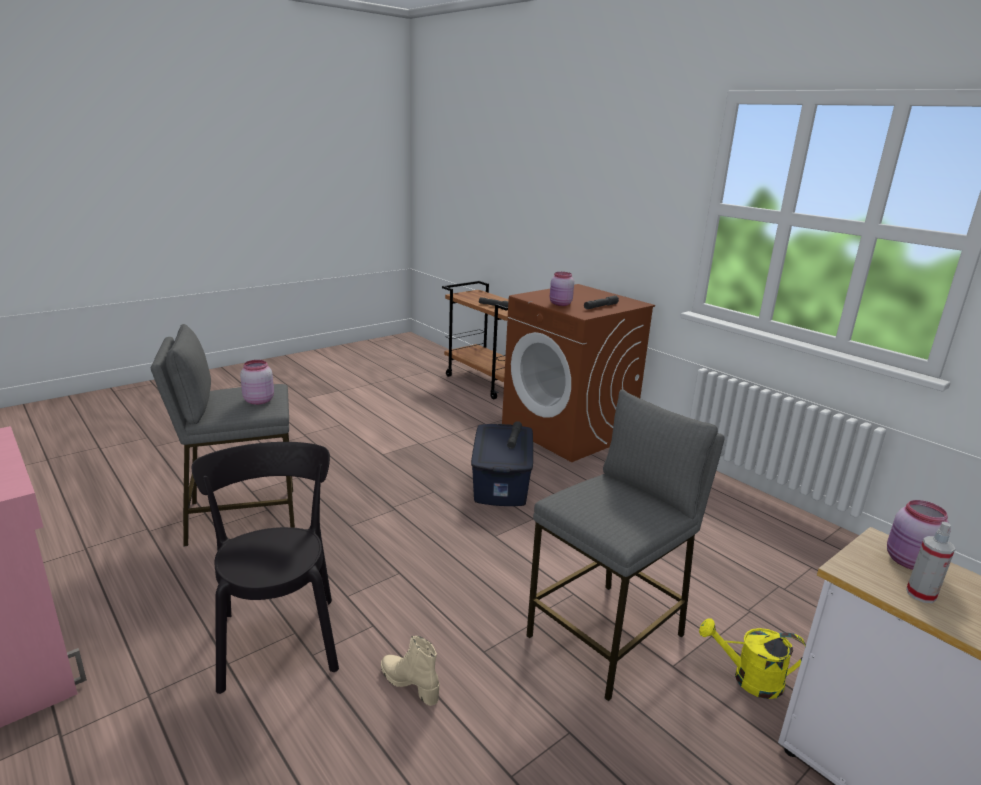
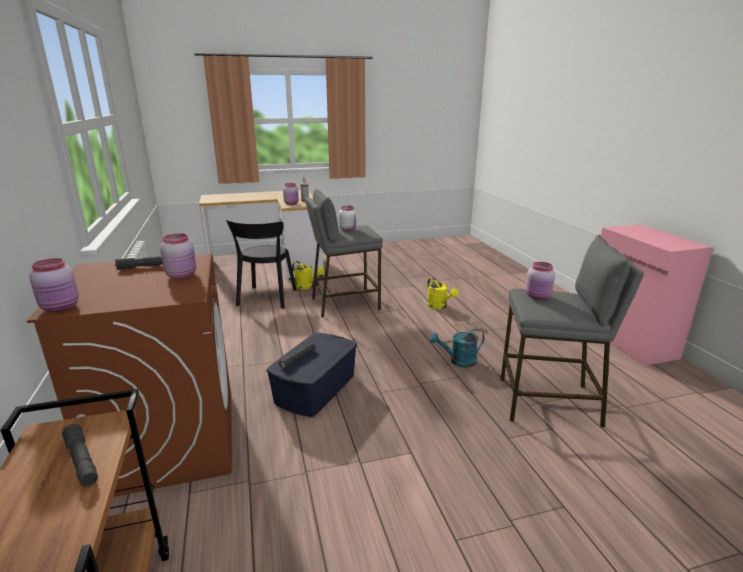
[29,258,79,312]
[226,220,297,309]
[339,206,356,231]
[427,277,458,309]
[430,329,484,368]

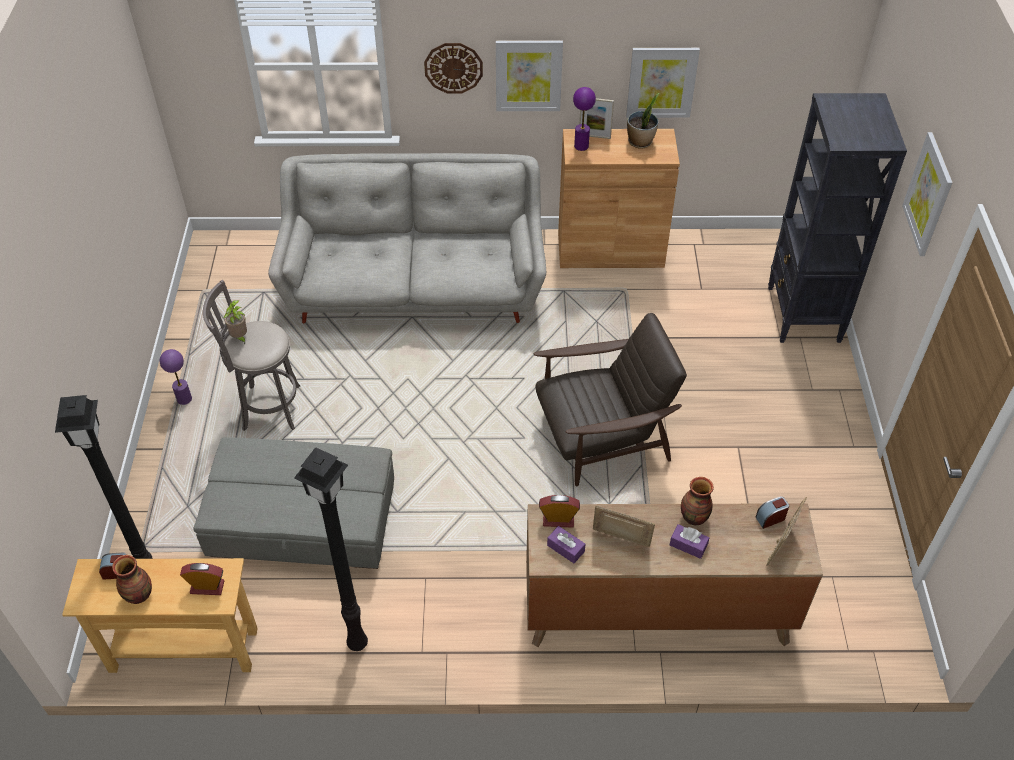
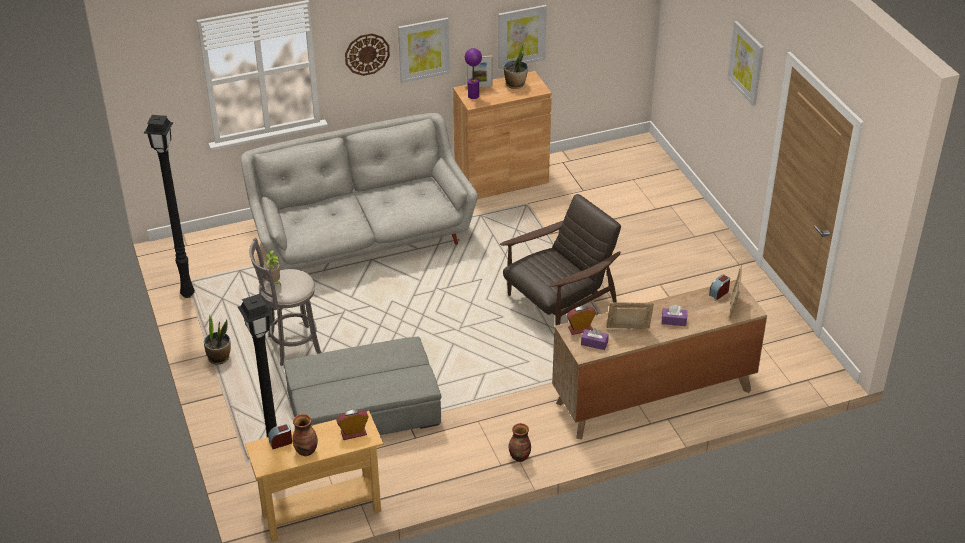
[144,115,195,298]
[204,314,231,365]
[509,423,531,462]
[768,93,907,343] (first image)

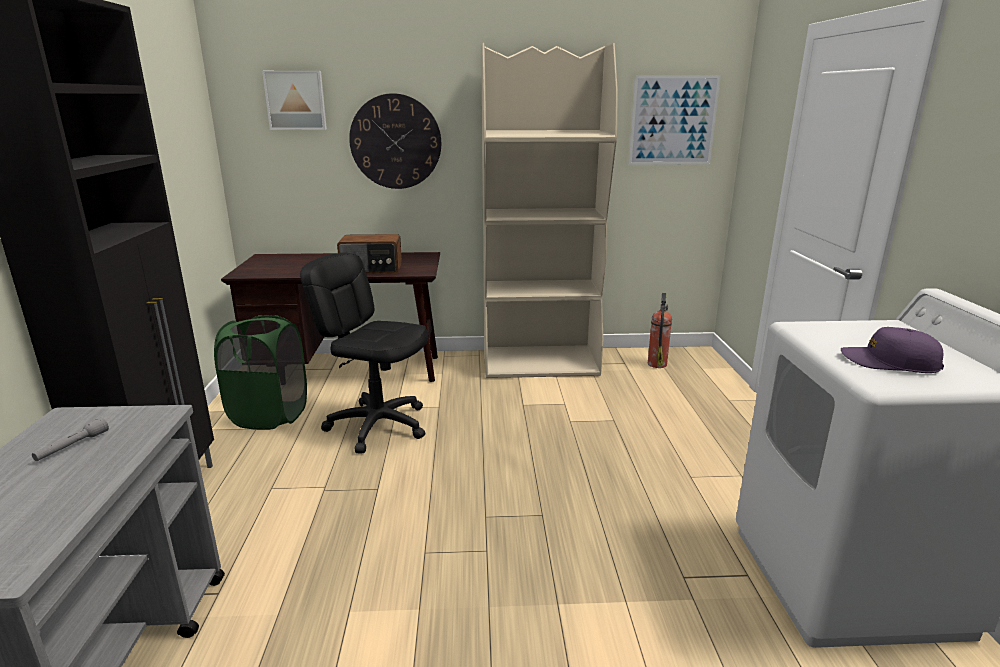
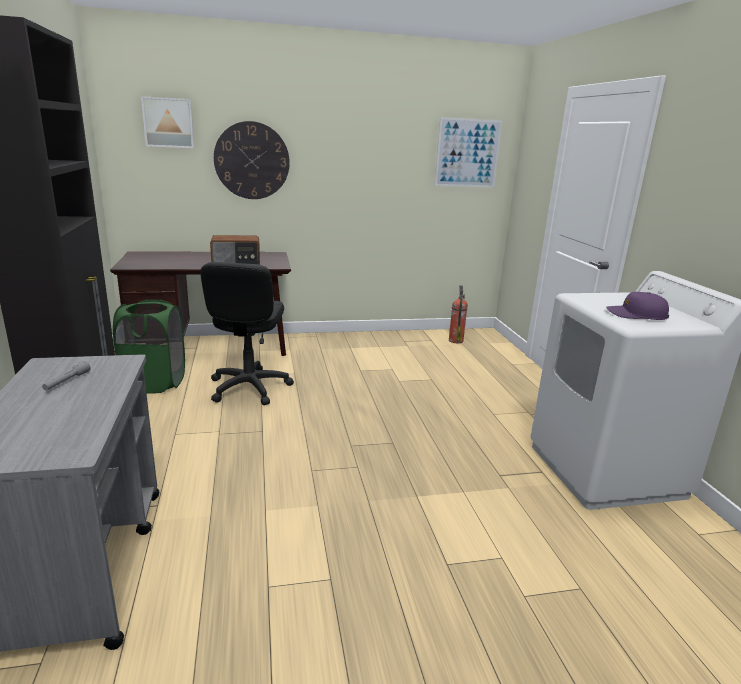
[200,262,294,405]
[481,43,618,378] (first image)

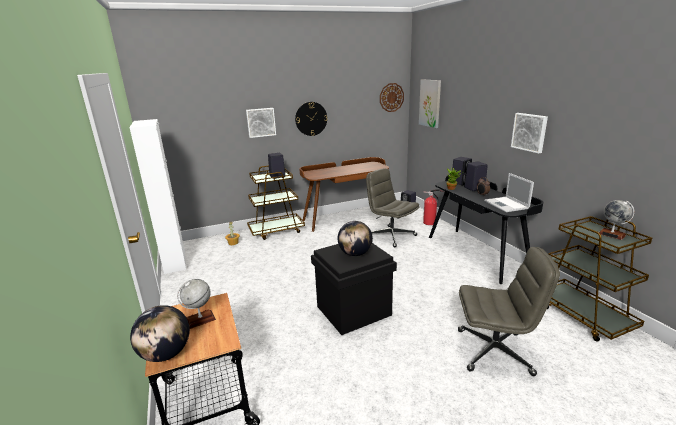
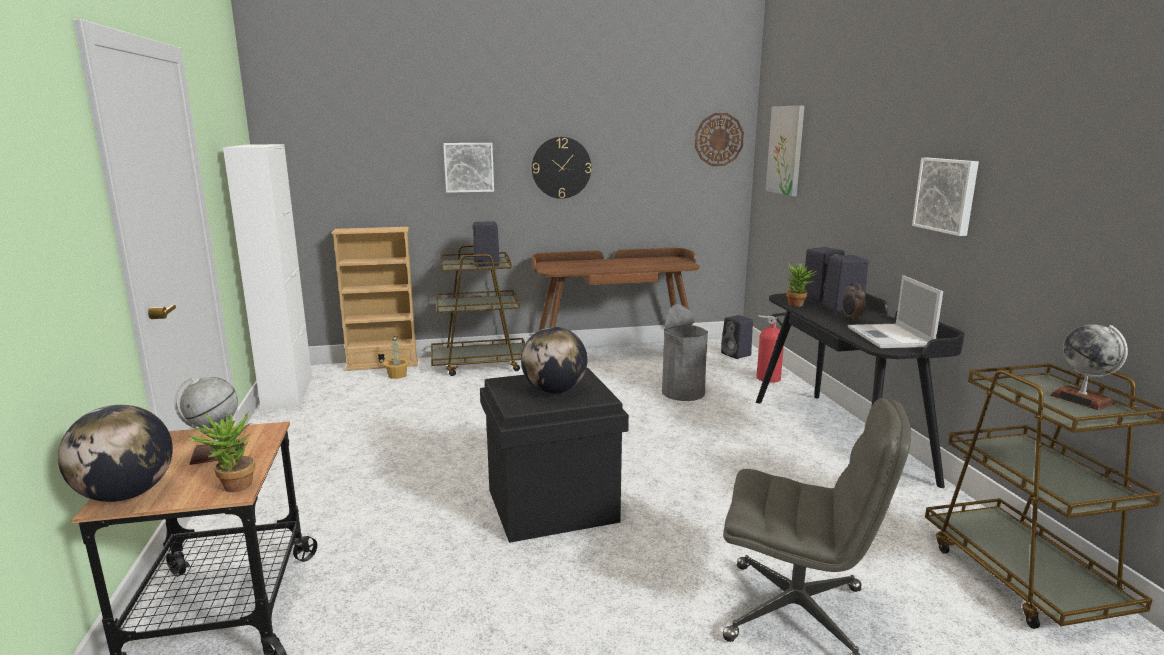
[189,411,255,492]
[331,227,418,371]
[662,304,708,401]

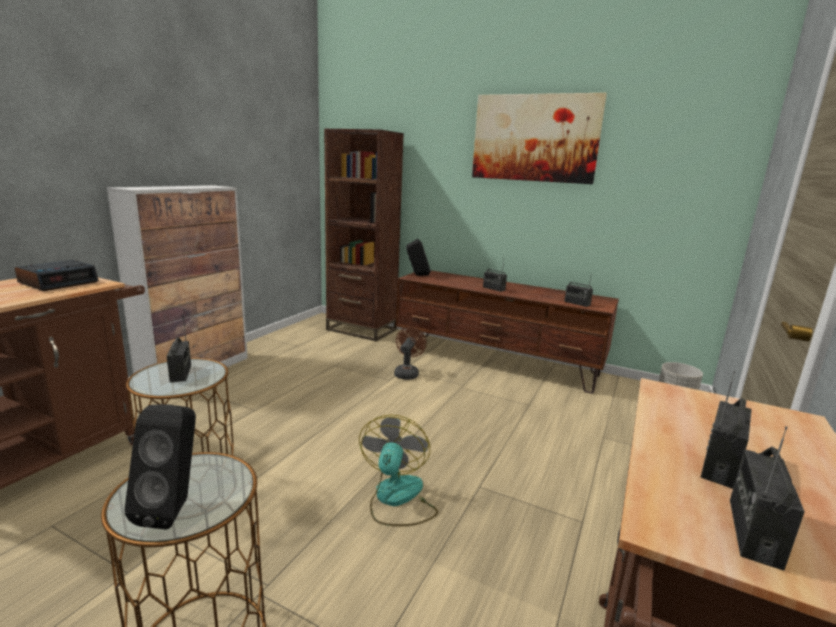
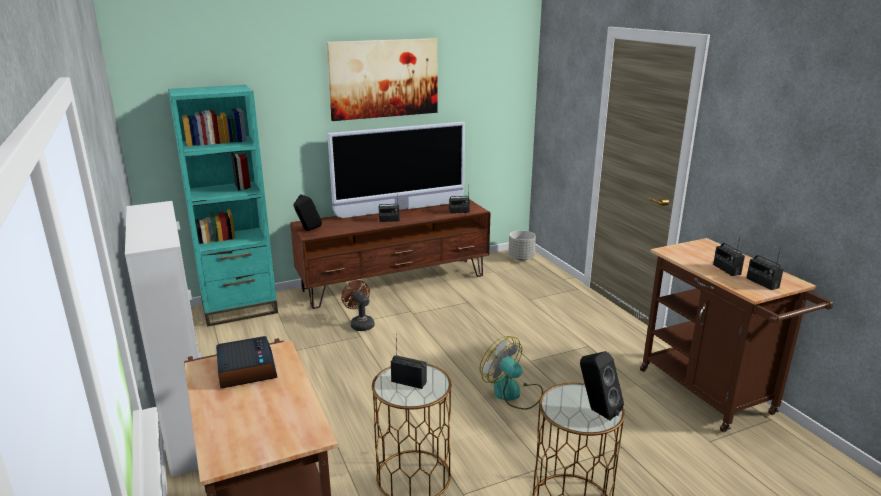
[168,85,278,327]
[327,122,465,218]

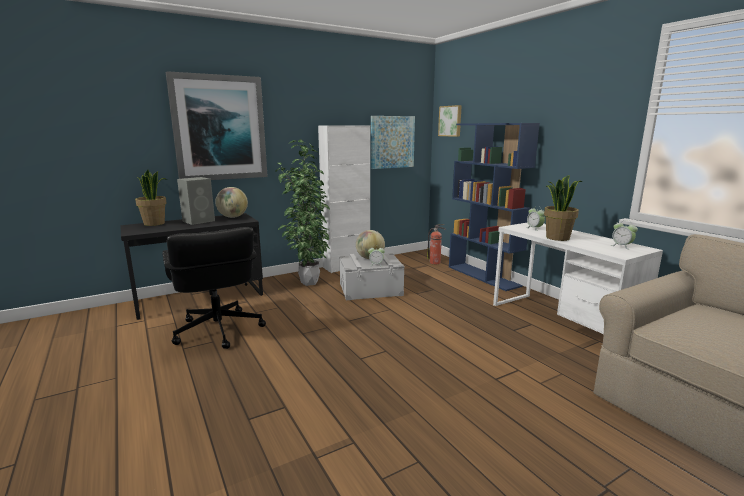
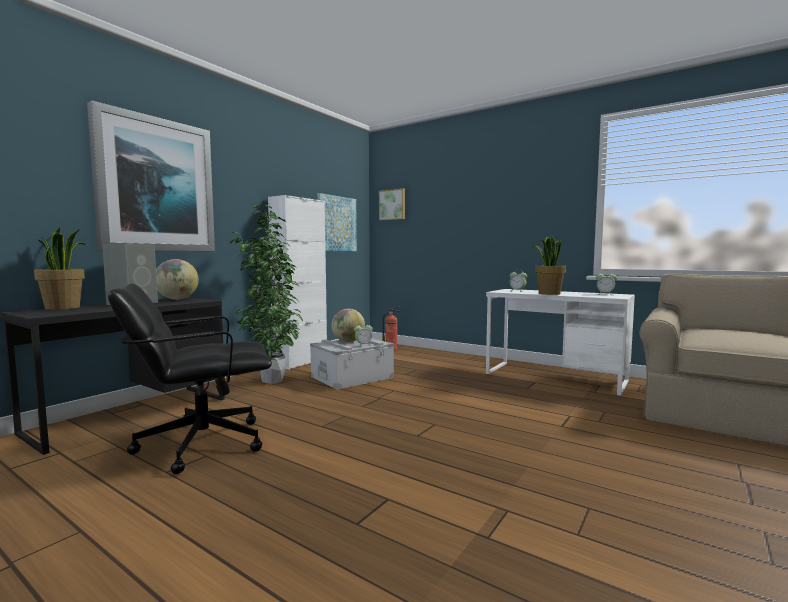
[108,283,272,474]
[449,123,540,291] (first image)

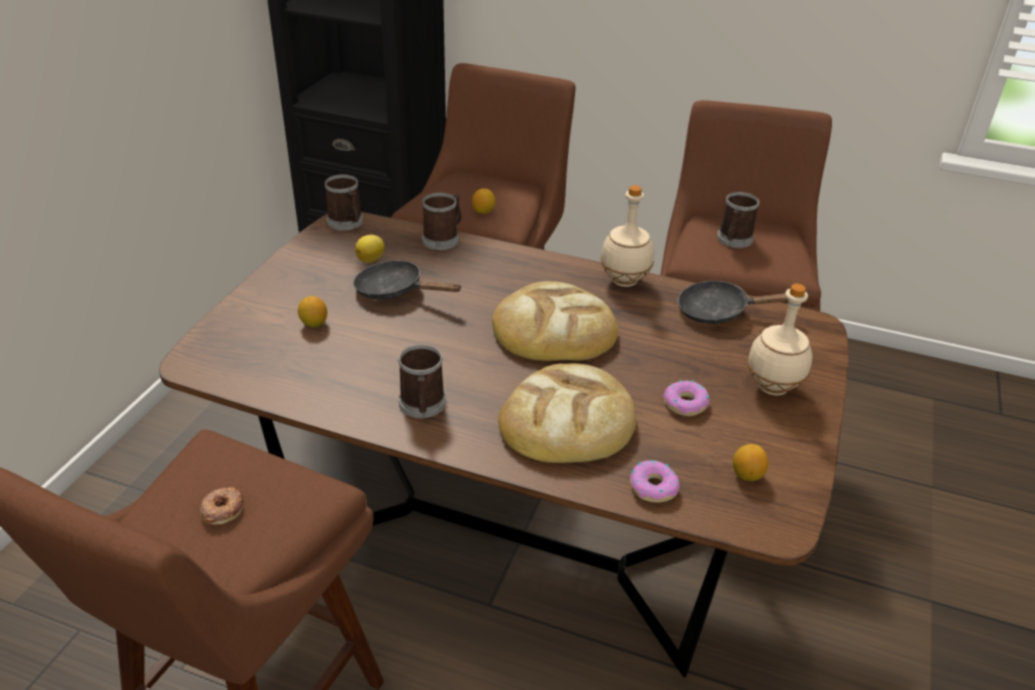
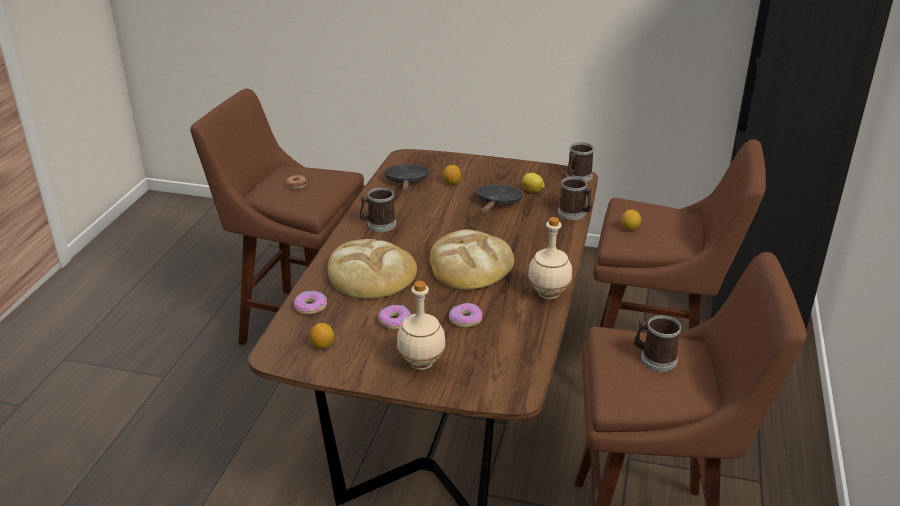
[383,164,430,192]
[449,303,483,327]

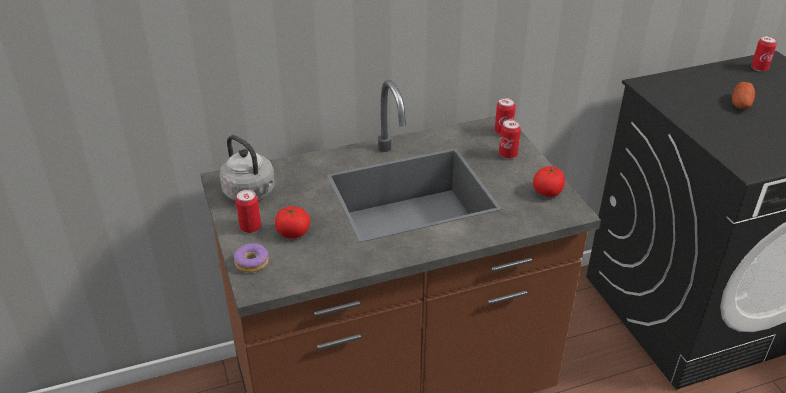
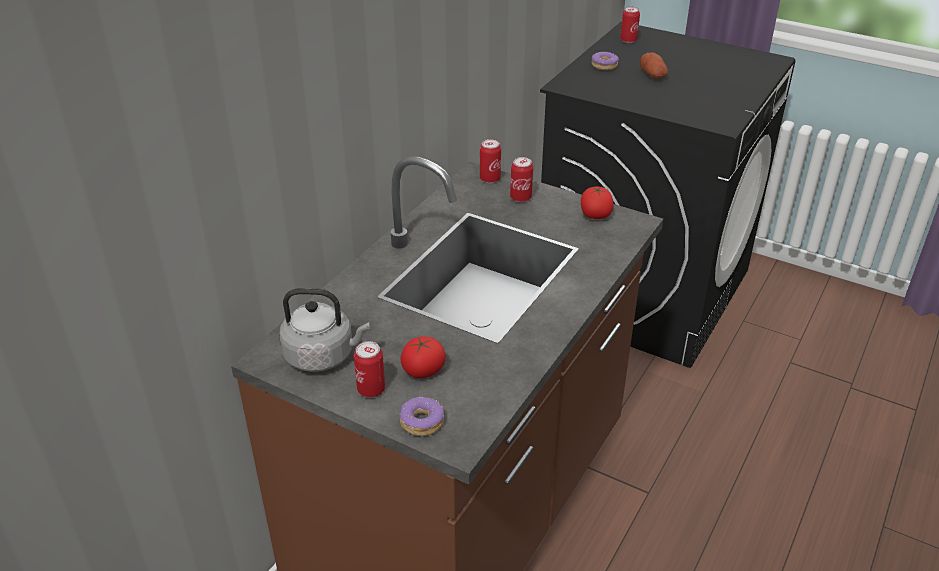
[592,52,619,70]

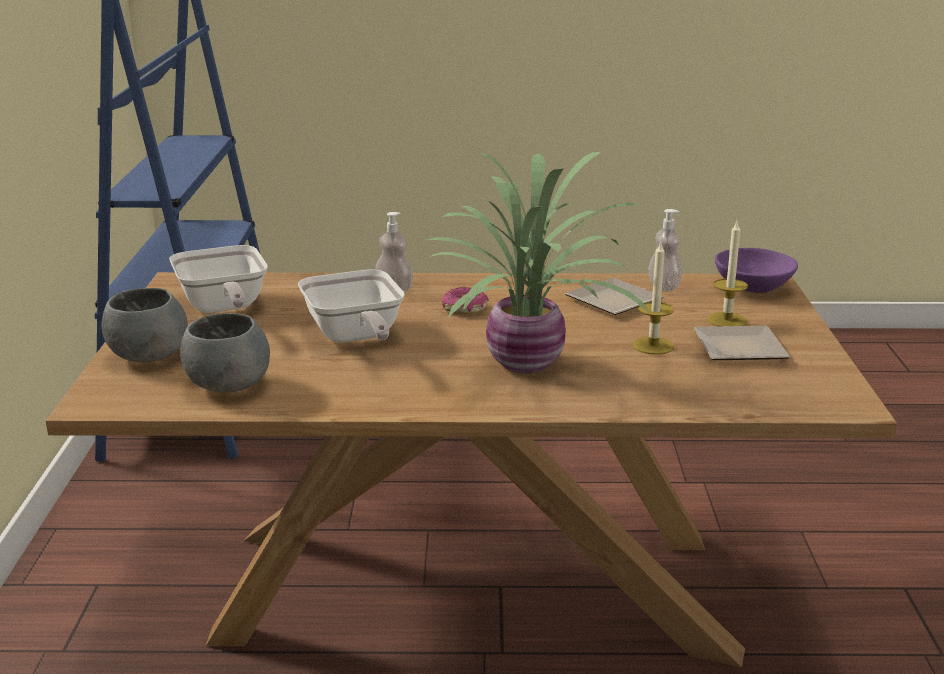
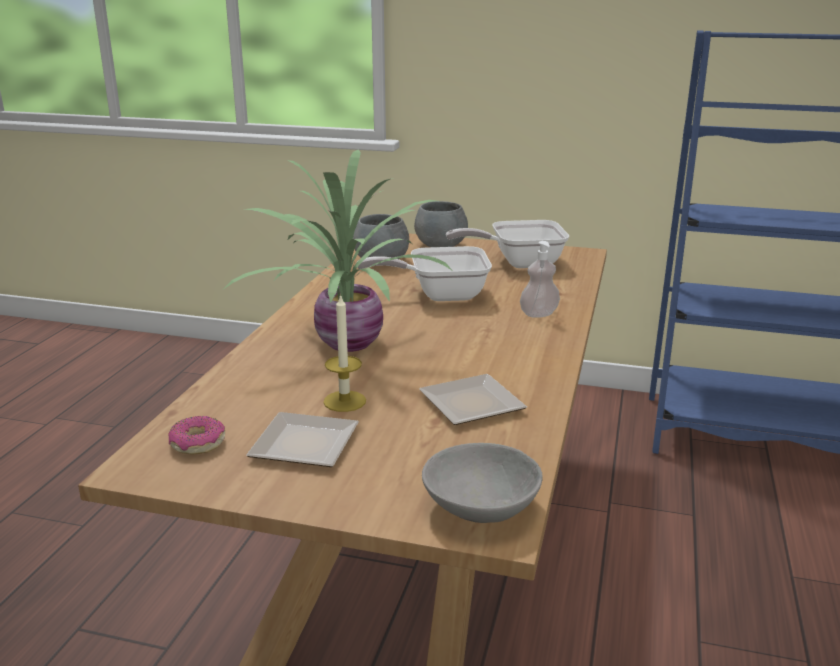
[168,416,225,455]
[422,443,543,523]
[648,209,682,291] (first image)
[707,221,748,326] (first image)

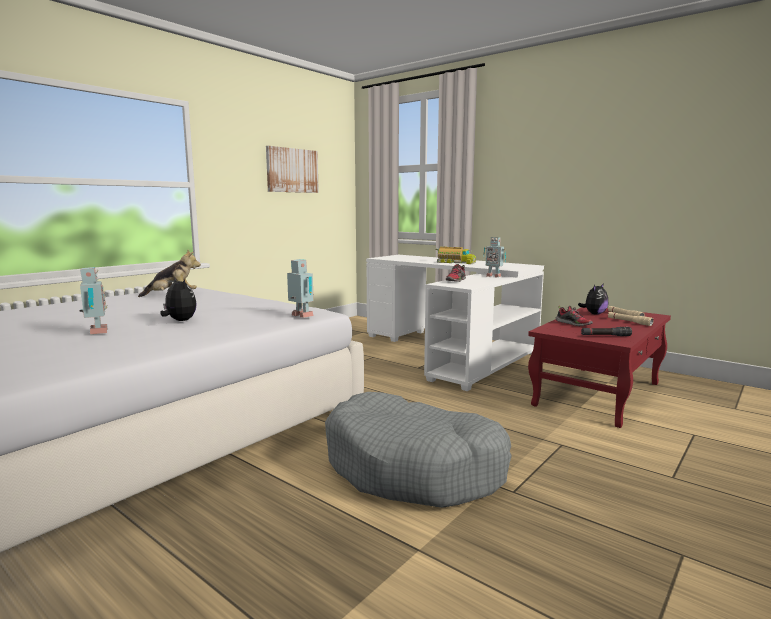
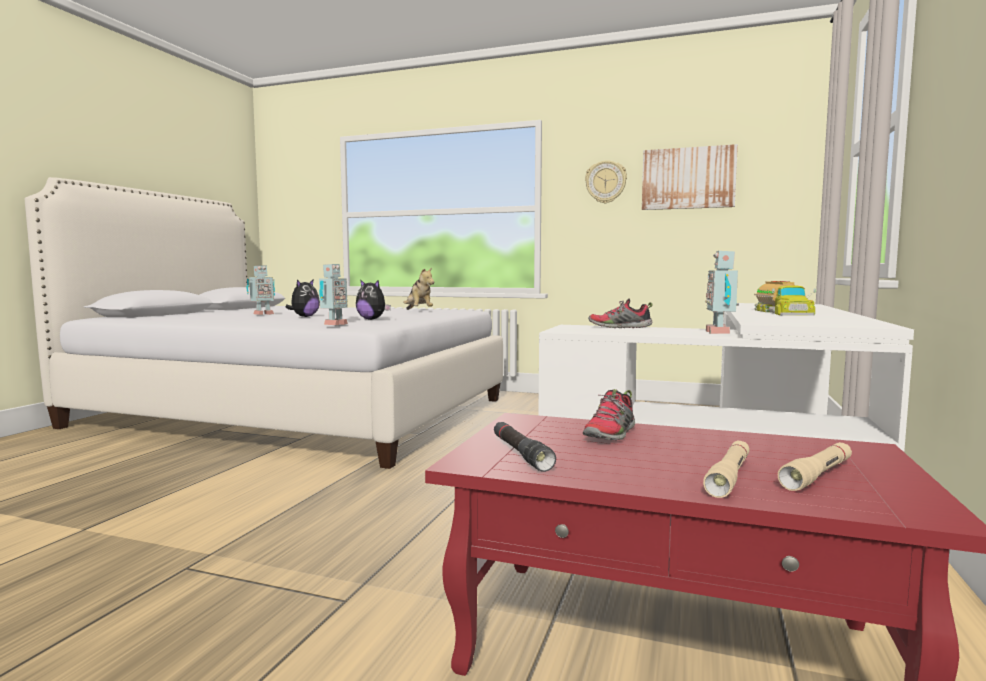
[356,279,391,320]
[585,160,627,204]
[325,392,512,508] (first image)

